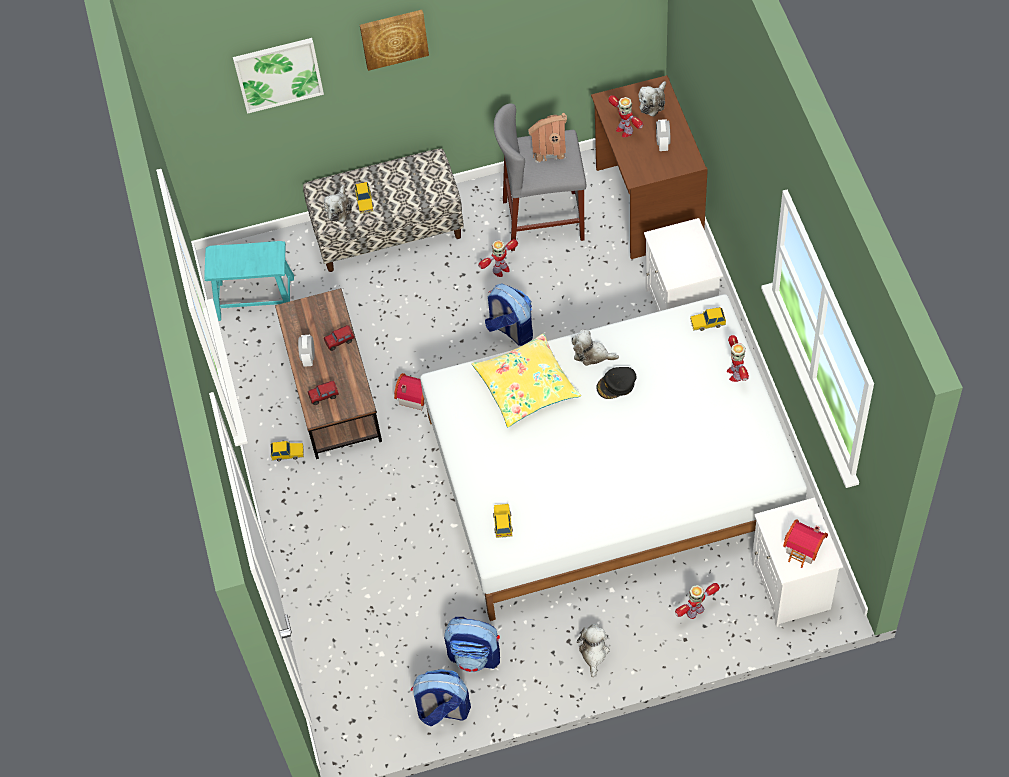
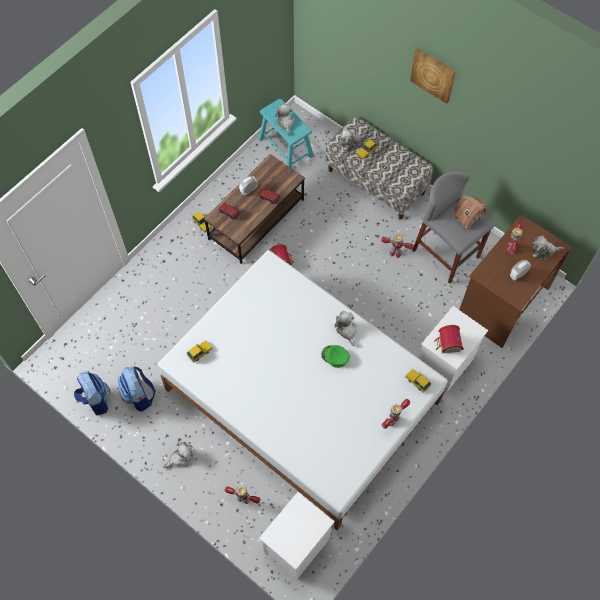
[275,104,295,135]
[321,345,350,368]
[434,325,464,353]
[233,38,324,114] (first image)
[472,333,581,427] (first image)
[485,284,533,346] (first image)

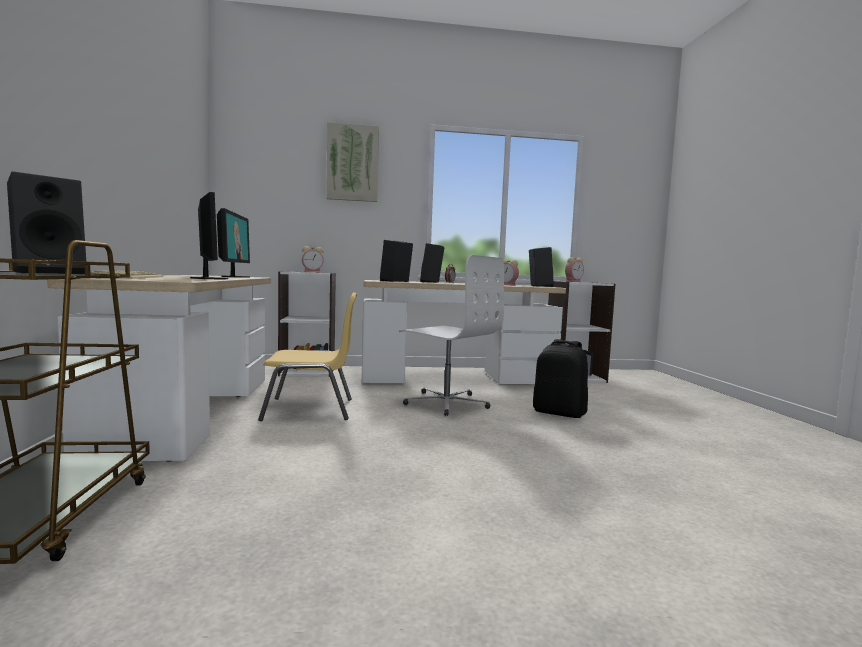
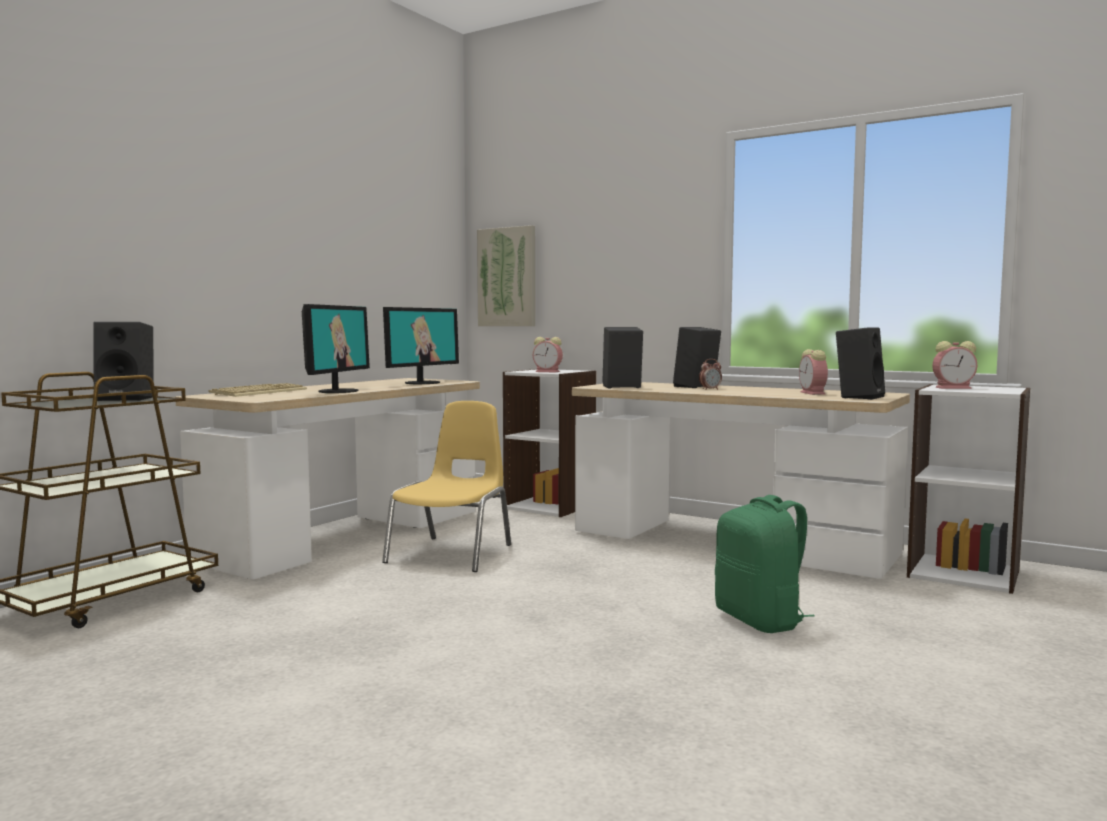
[382,401,511,572]
[477,225,535,326]
[715,495,815,633]
[399,255,504,416] (first image)

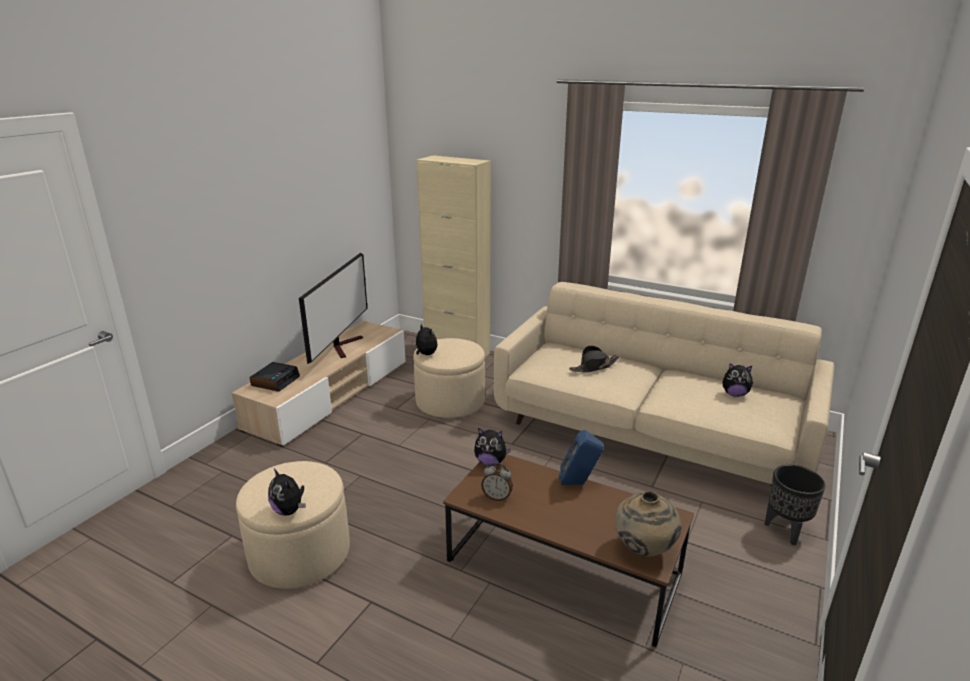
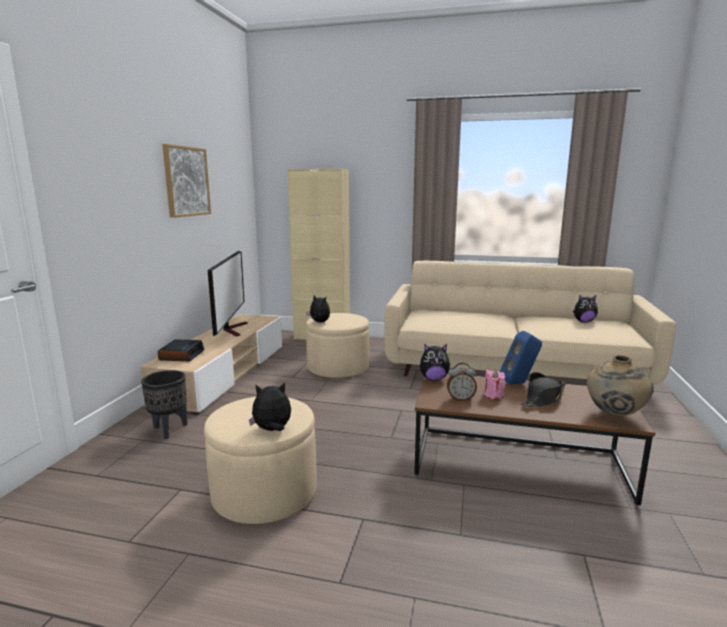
[141,370,187,439]
[162,144,211,218]
[249,382,291,431]
[484,370,505,399]
[521,372,566,407]

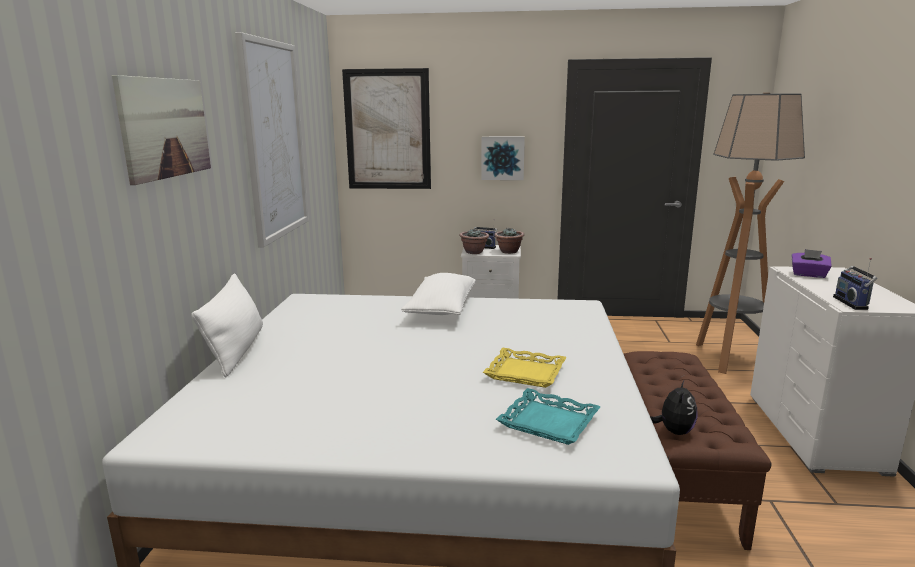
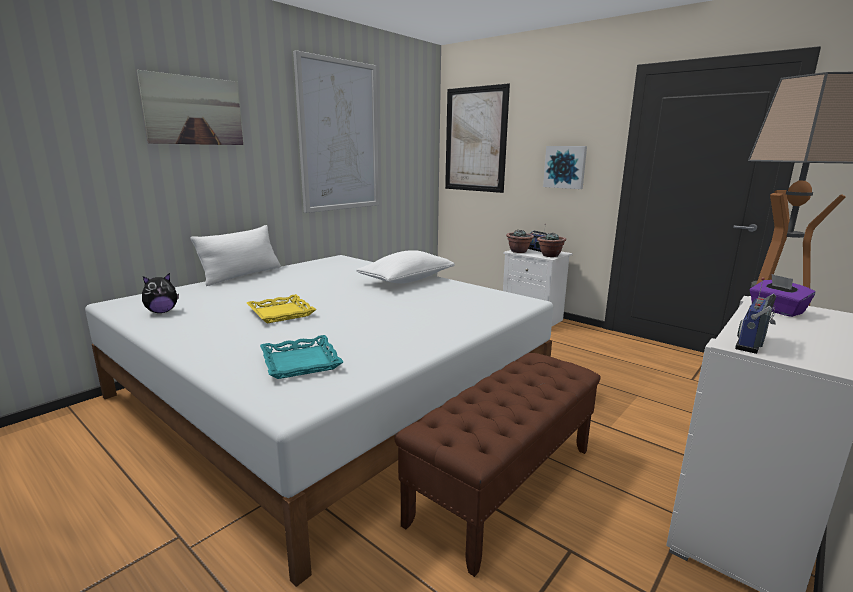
[142,273,179,313]
[247,294,317,323]

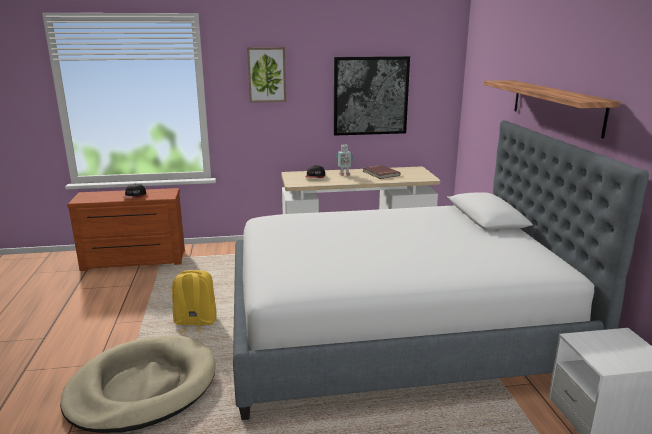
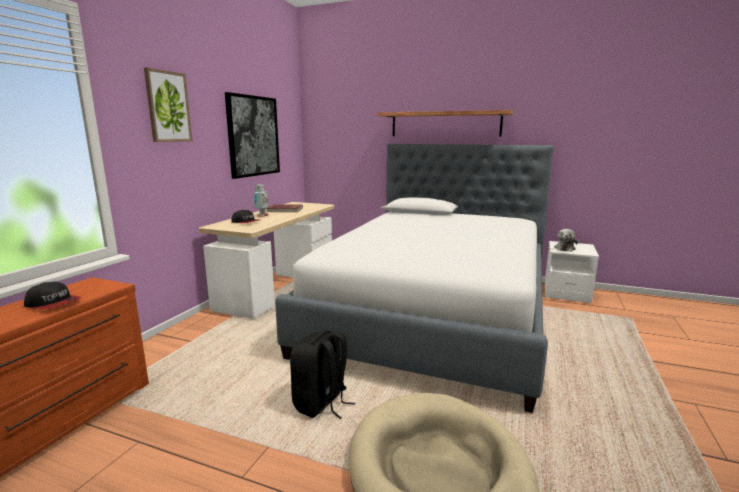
[290,331,355,419]
[554,229,578,252]

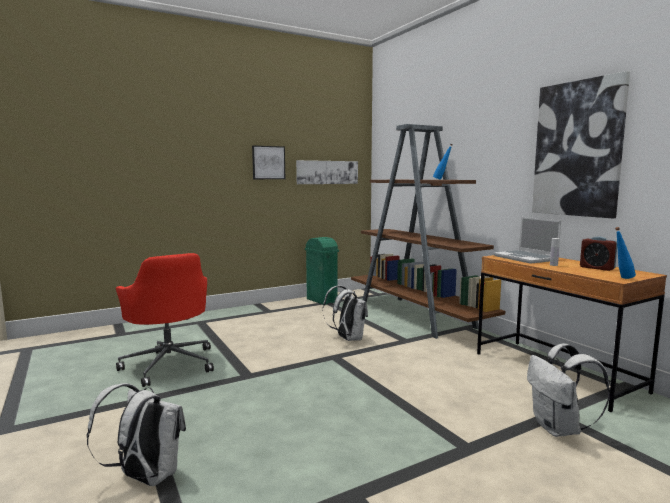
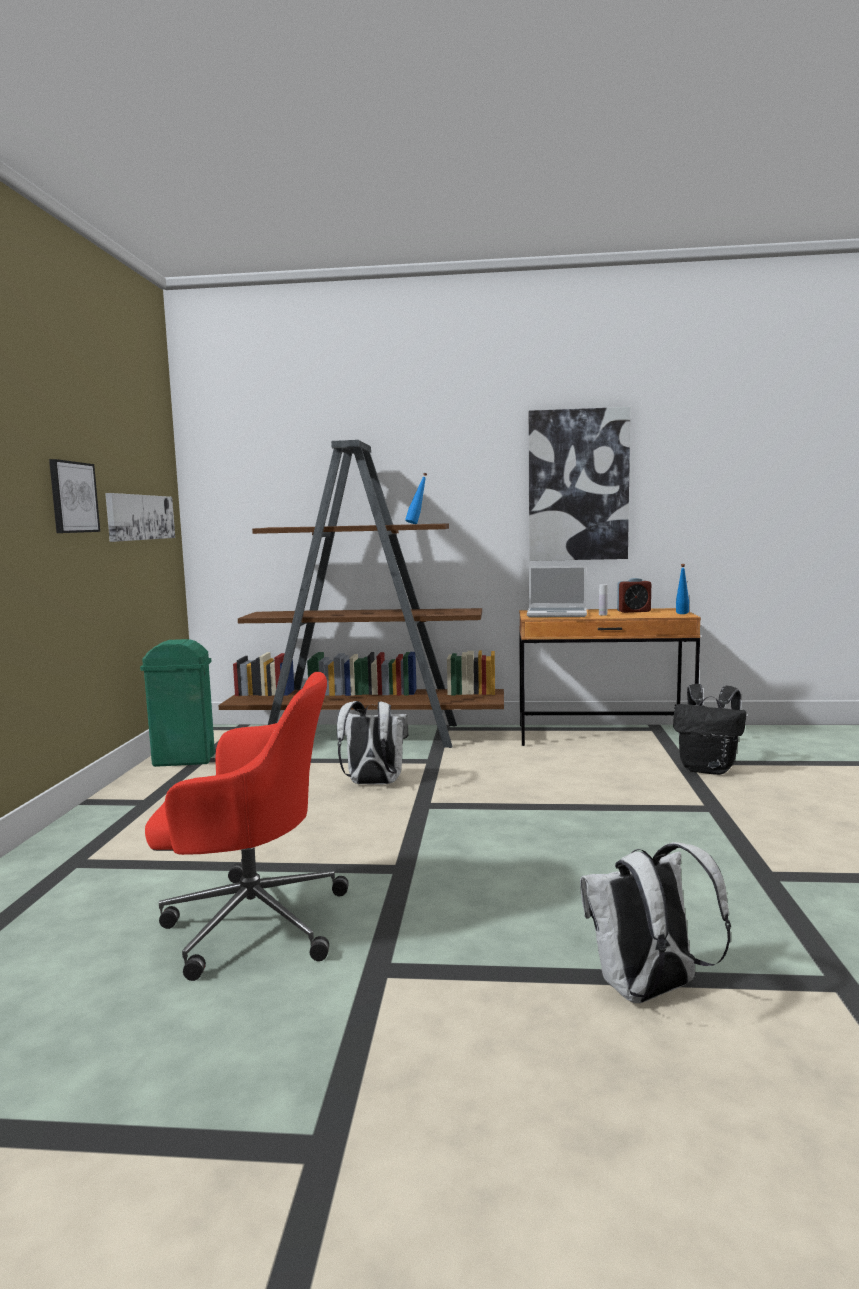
[673,684,746,775]

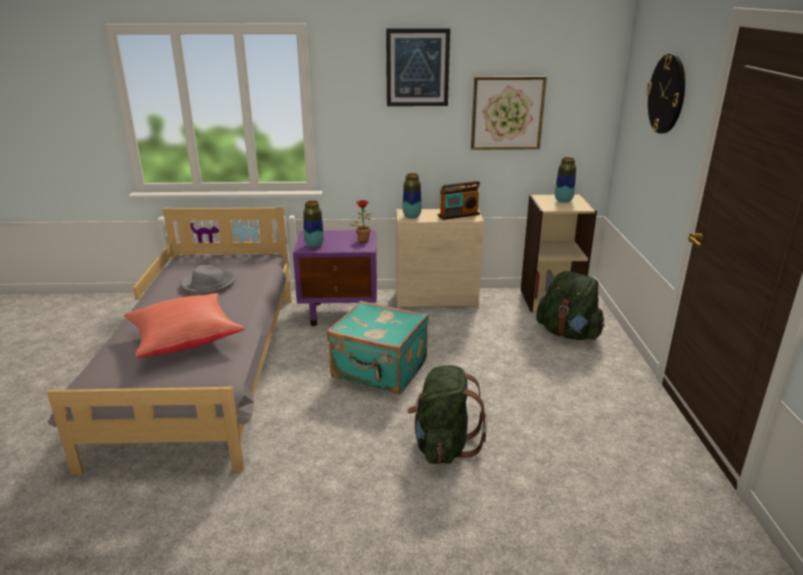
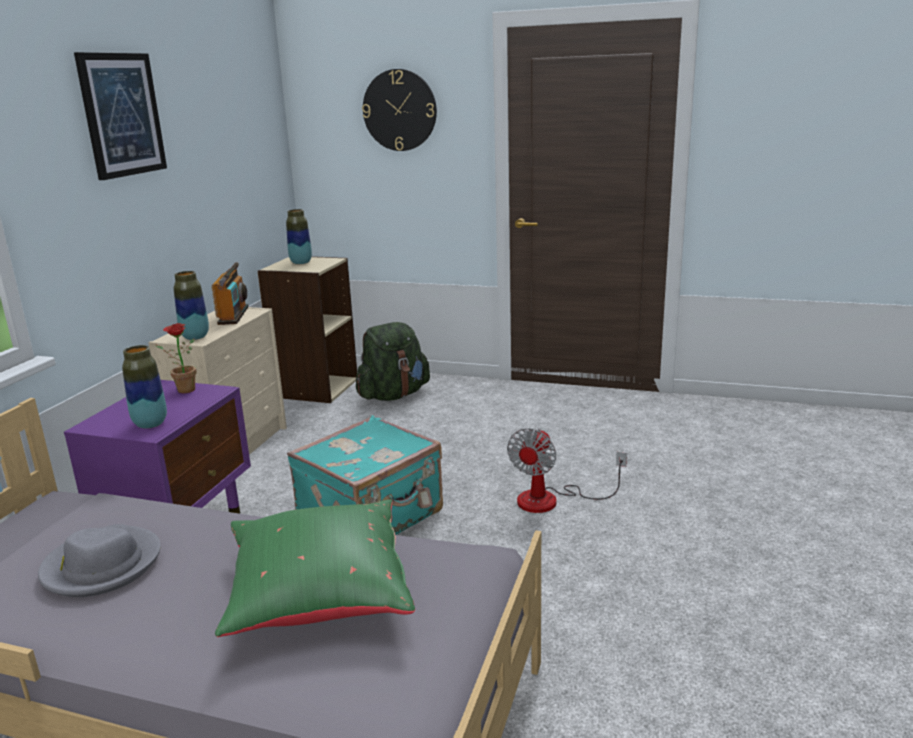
[215,499,415,637]
[507,428,627,513]
[471,76,547,150] (first image)

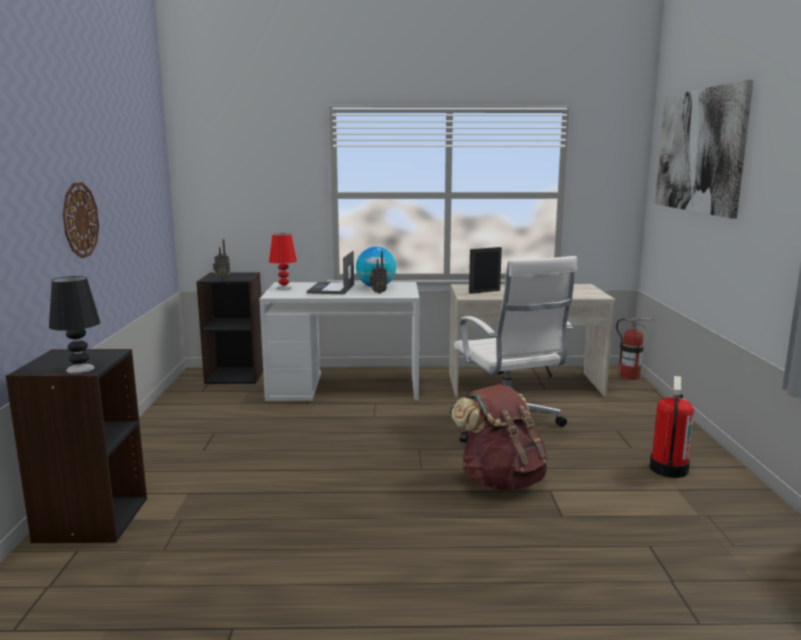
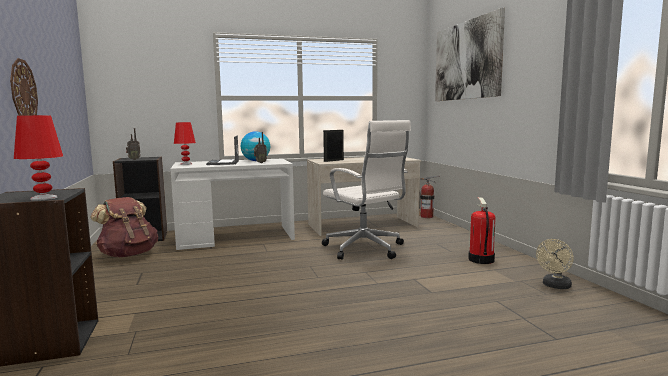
[14,115,63,201]
[91,197,158,257]
[536,239,574,289]

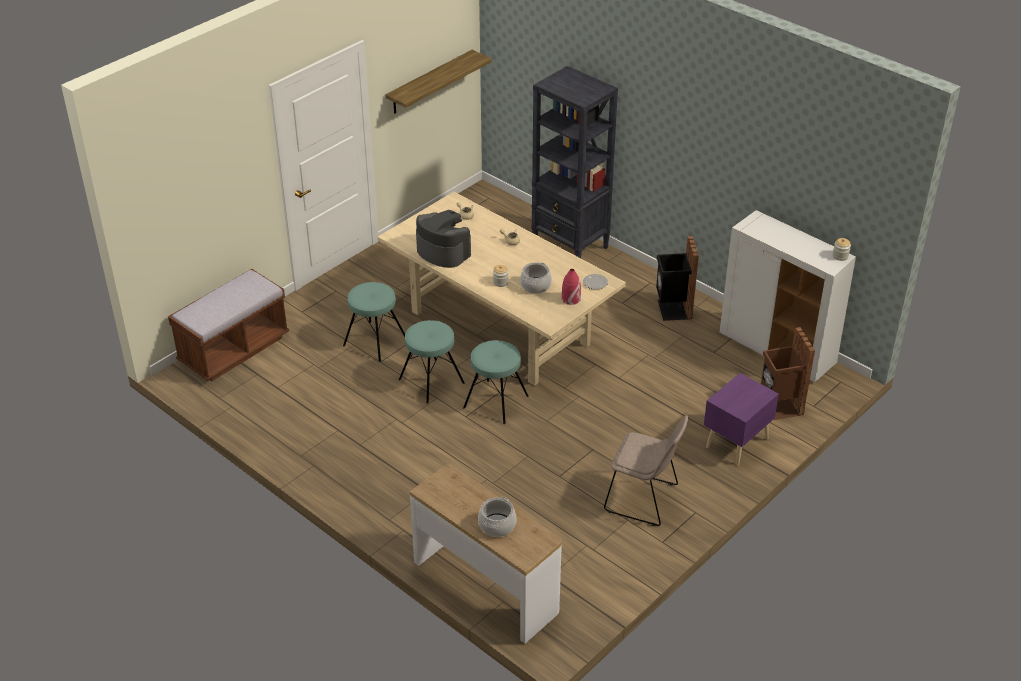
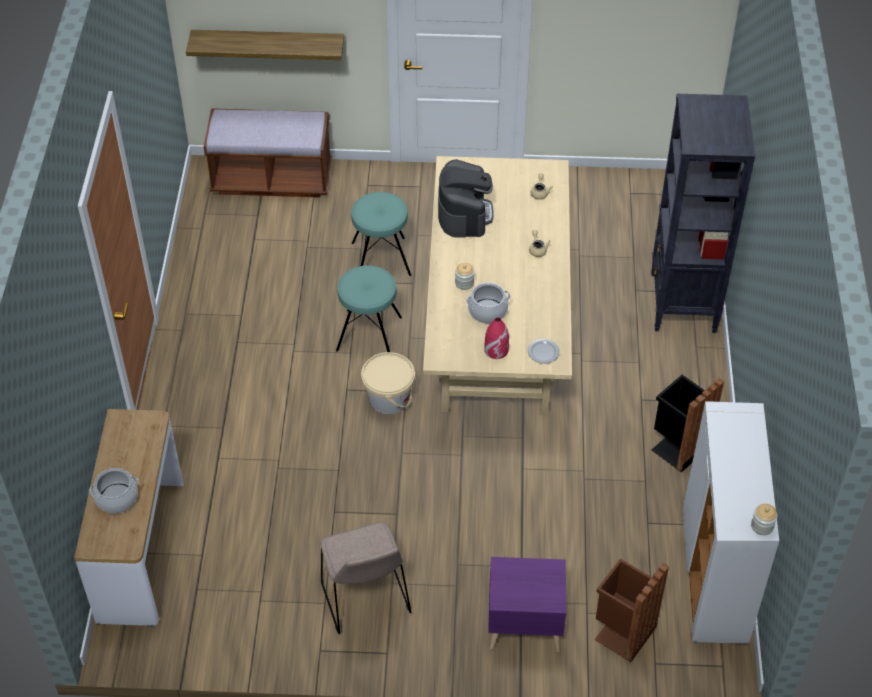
[186,30,344,60]
[361,352,415,414]

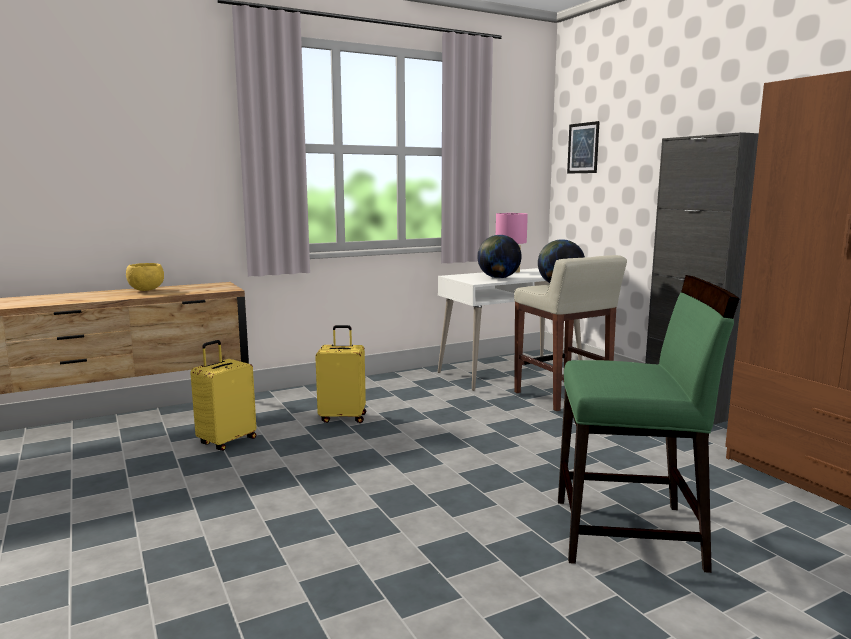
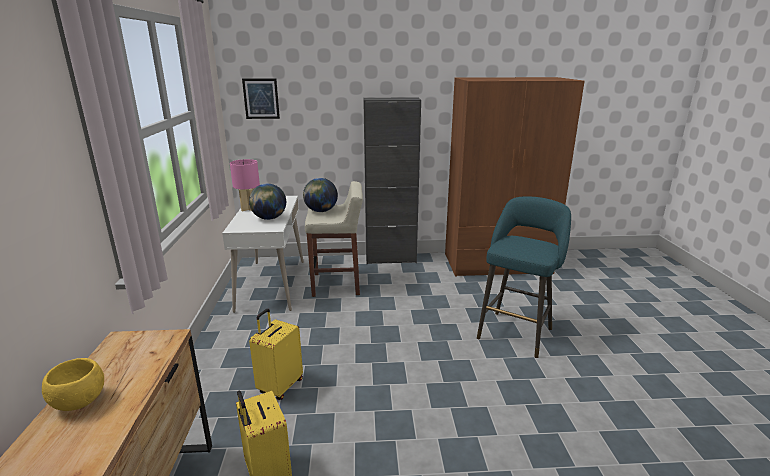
[477,197,571,358]

